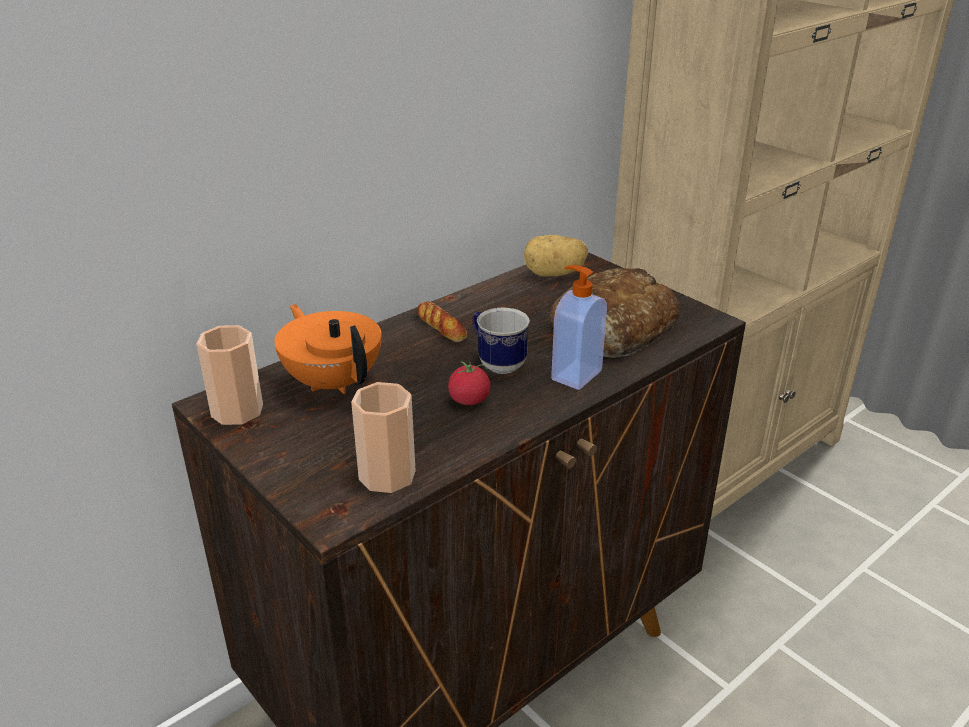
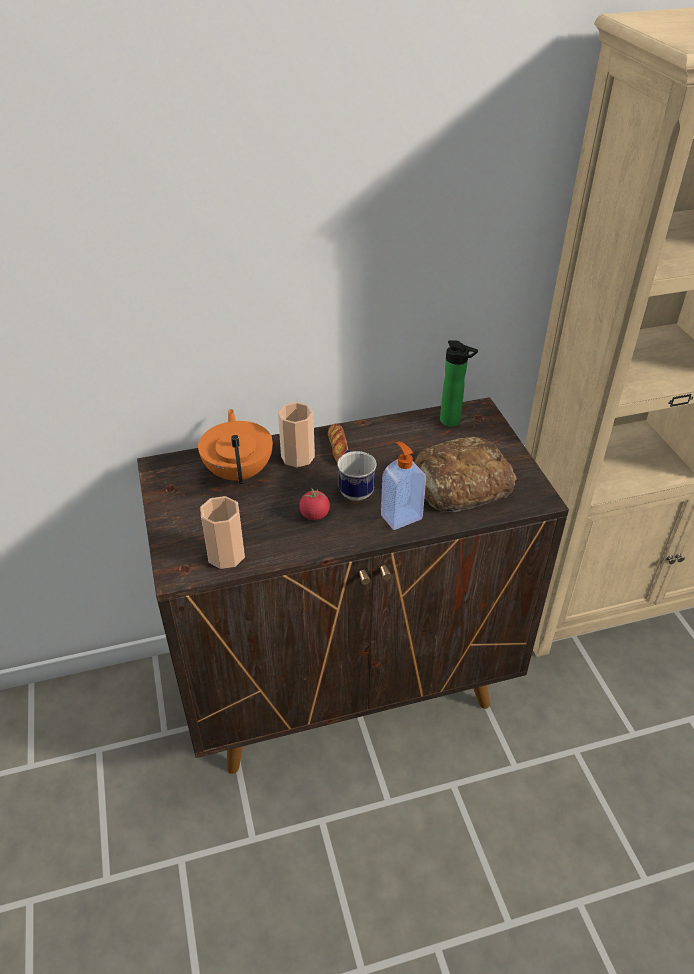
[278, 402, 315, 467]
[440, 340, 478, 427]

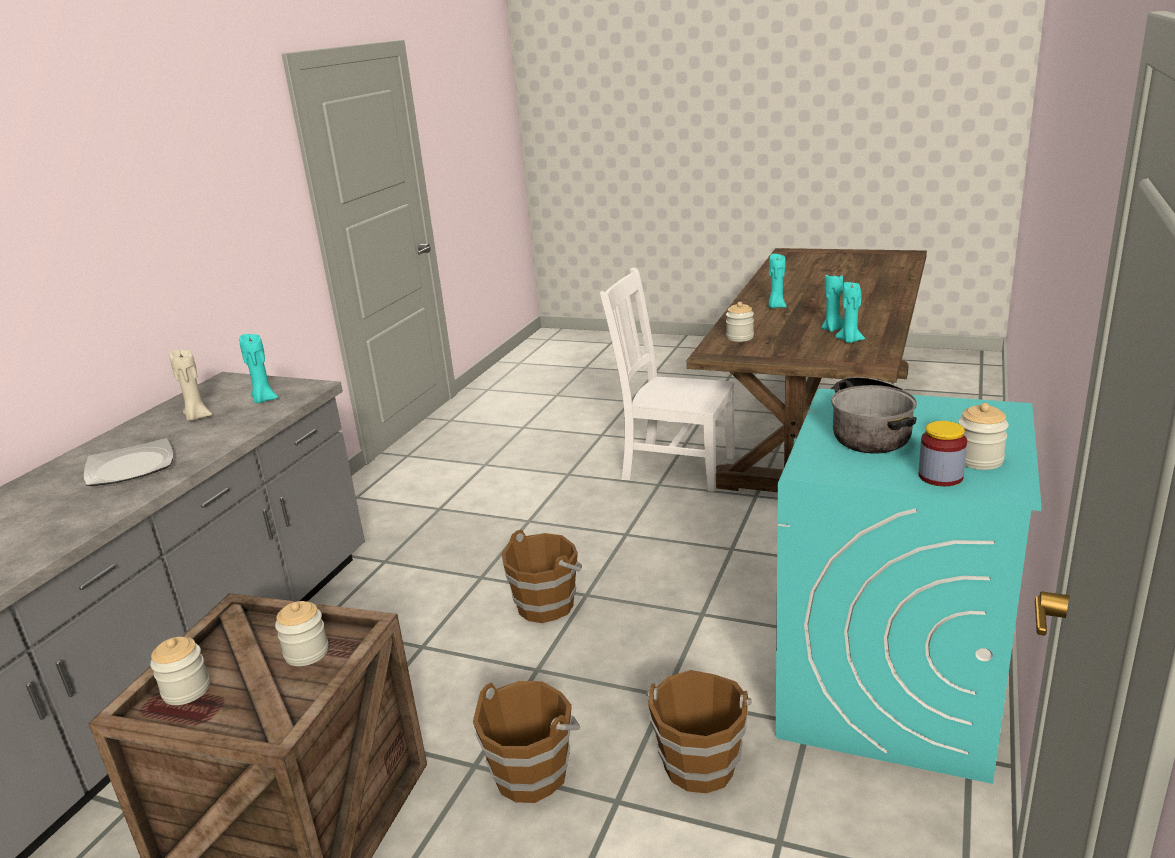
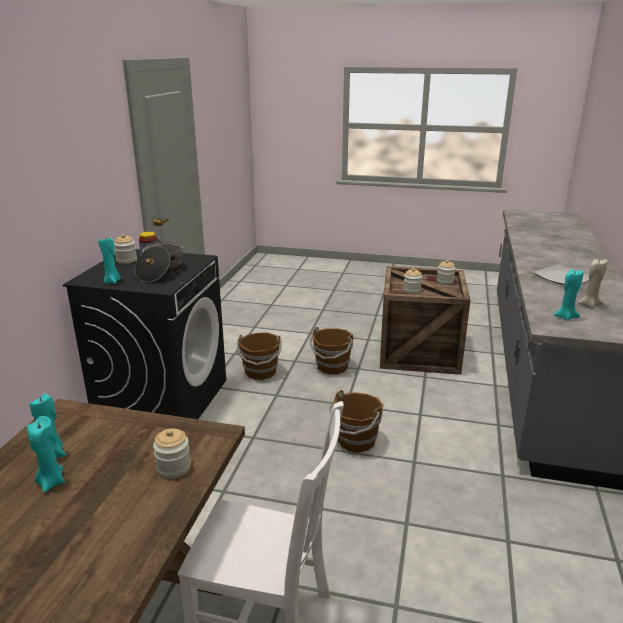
[63, 249, 226, 419]
[98, 237, 121, 284]

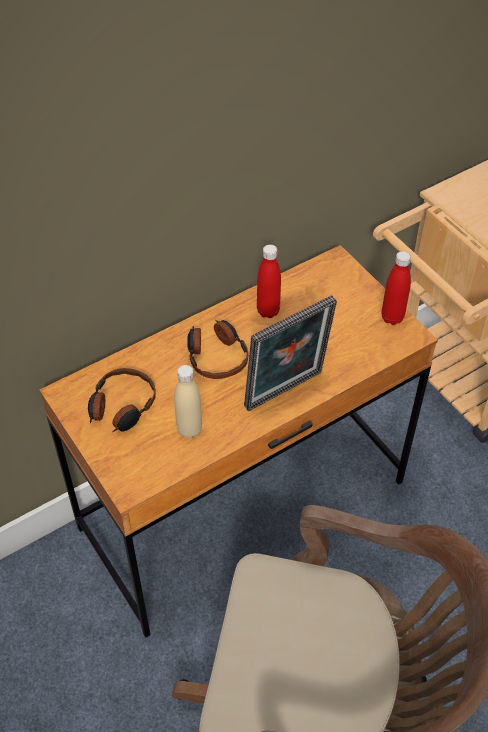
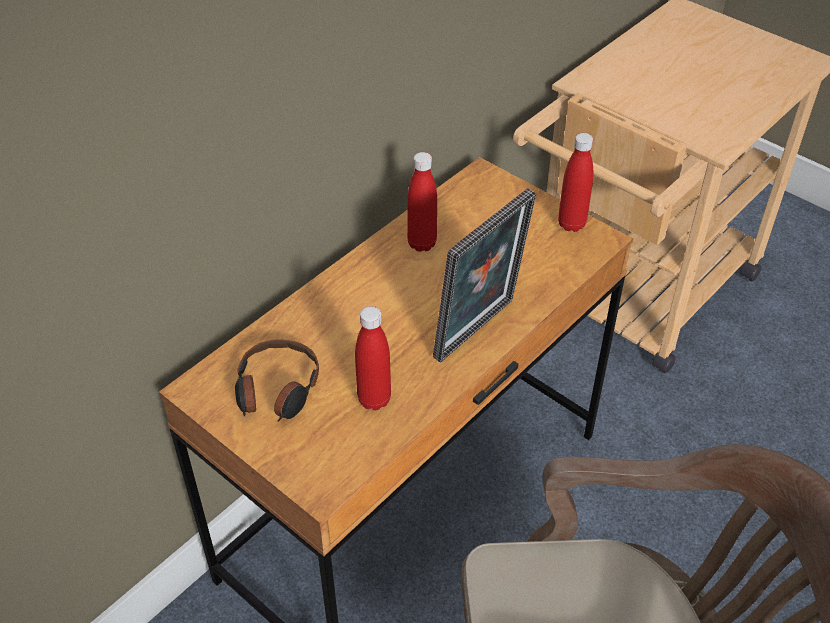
[355, 306, 391, 410]
[187, 320, 249, 379] (first image)

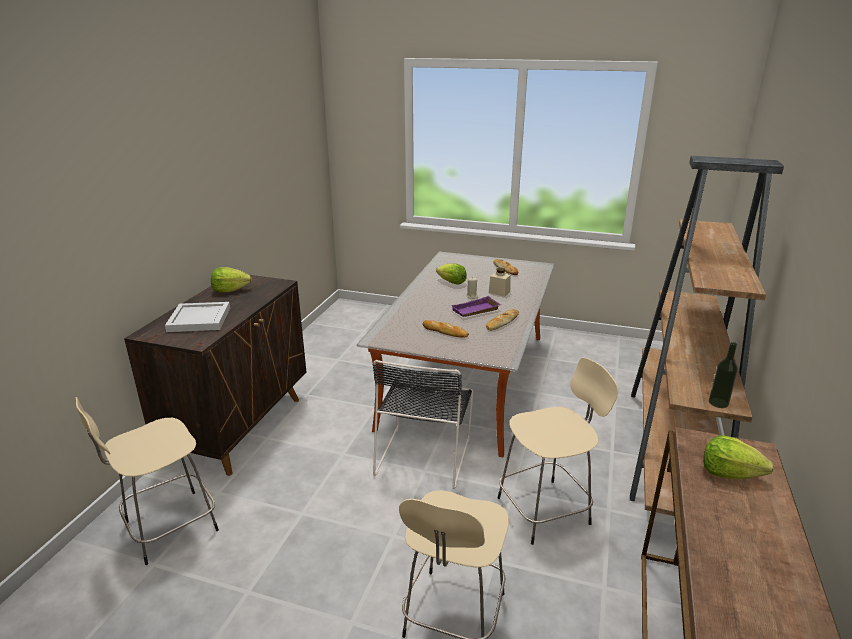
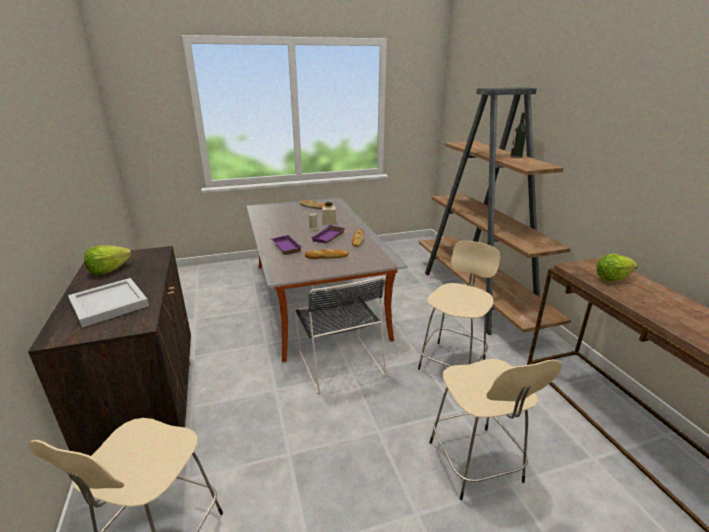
[270, 235, 303, 255]
[510, 112, 527, 158]
[436, 263, 467, 285] (first image)

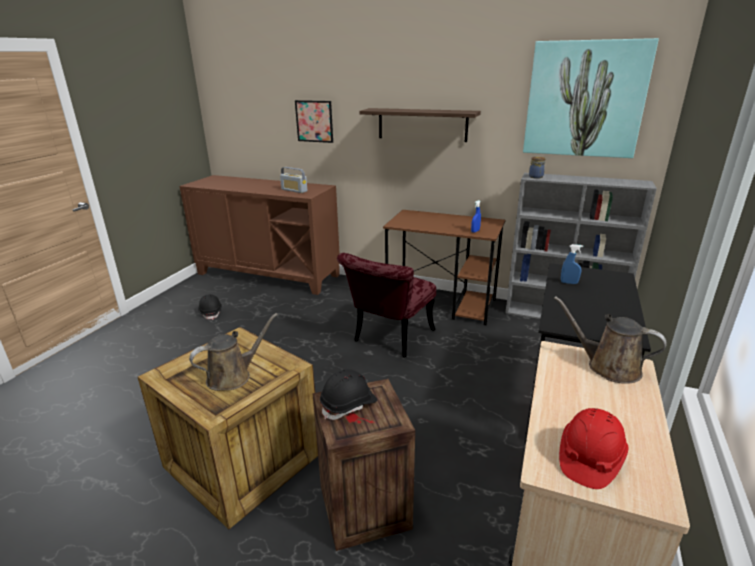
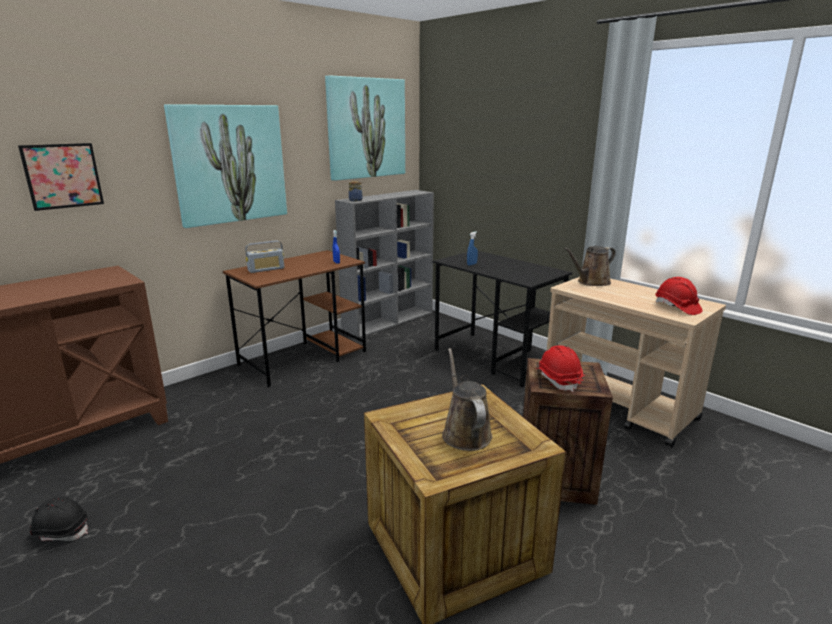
[164, 104, 287, 228]
[245, 241, 284, 273]
[536, 345, 583, 392]
[337, 253, 436, 358] (first image)

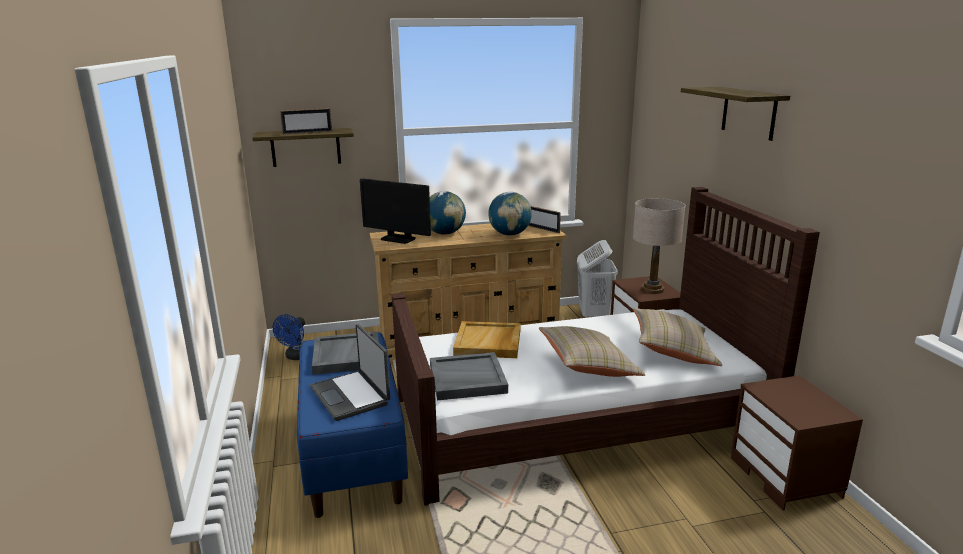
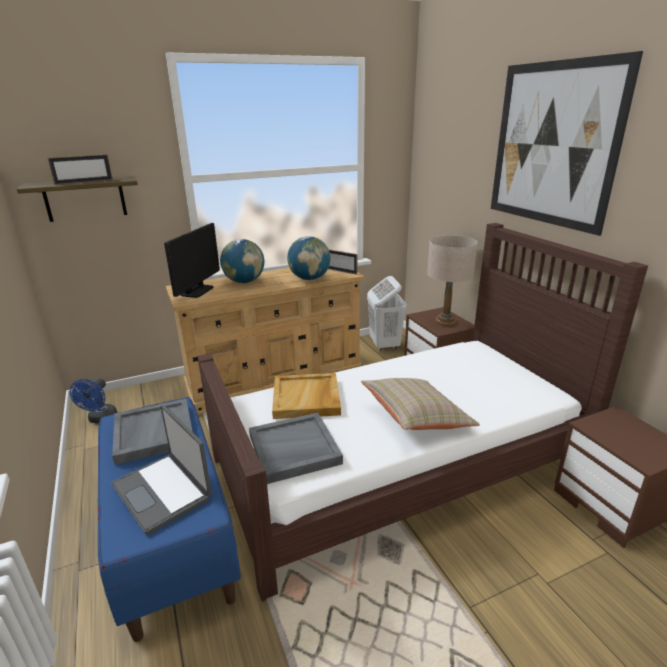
[164, 223, 220, 298]
[491, 51, 643, 236]
[633, 308, 722, 366] (first image)

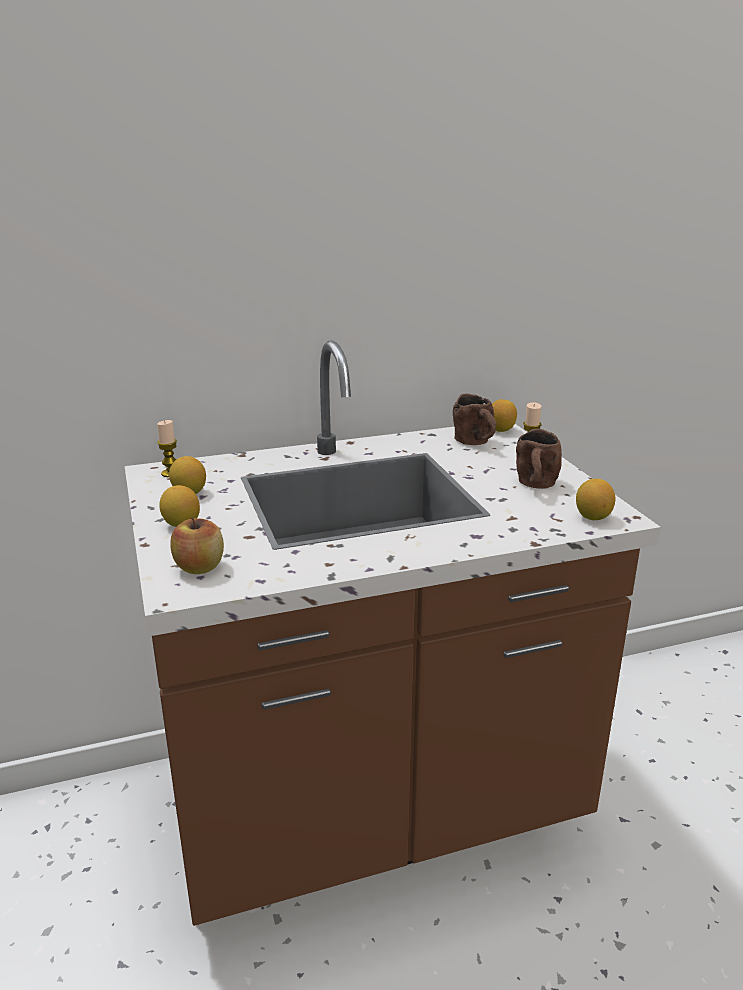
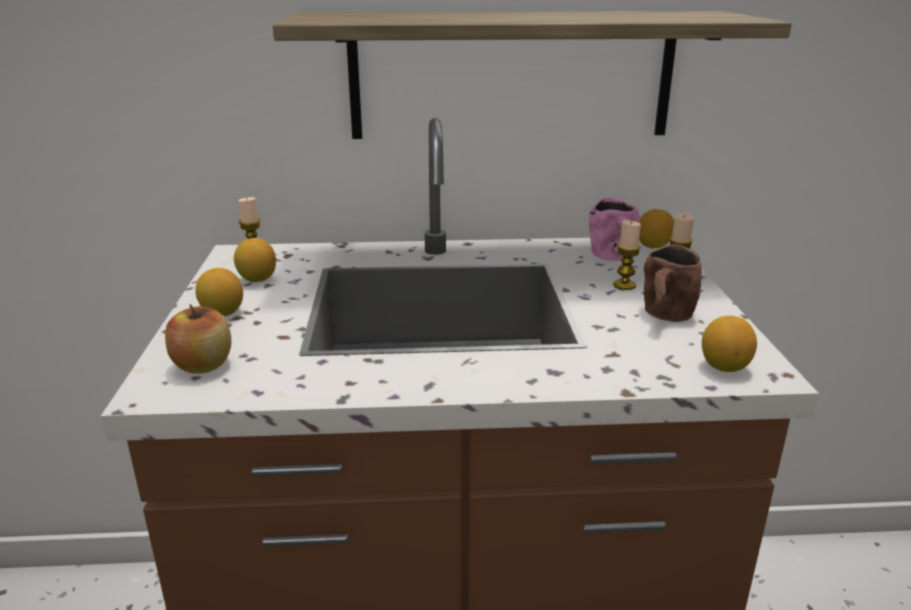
[273, 11, 792, 139]
[589, 198, 640, 261]
[613, 220, 641, 290]

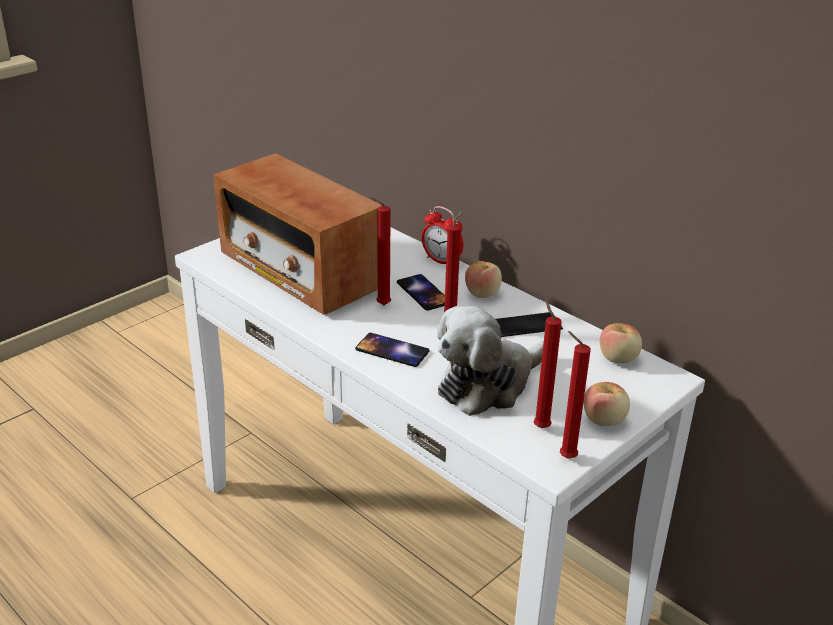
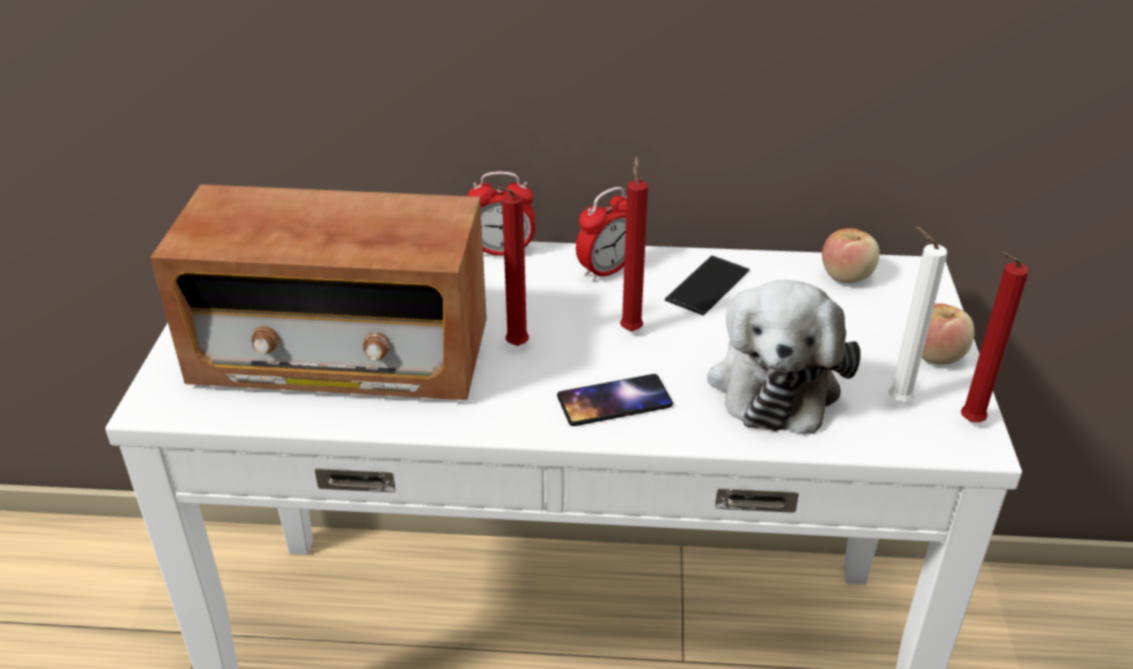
[576, 187, 627, 282]
[888, 226, 947, 402]
[397, 274, 445, 311] (first image)

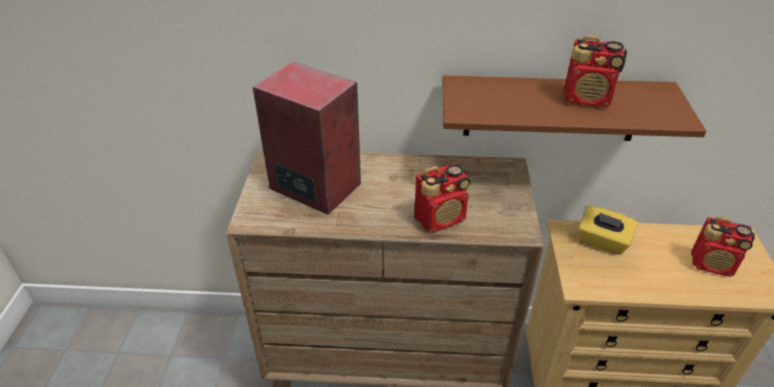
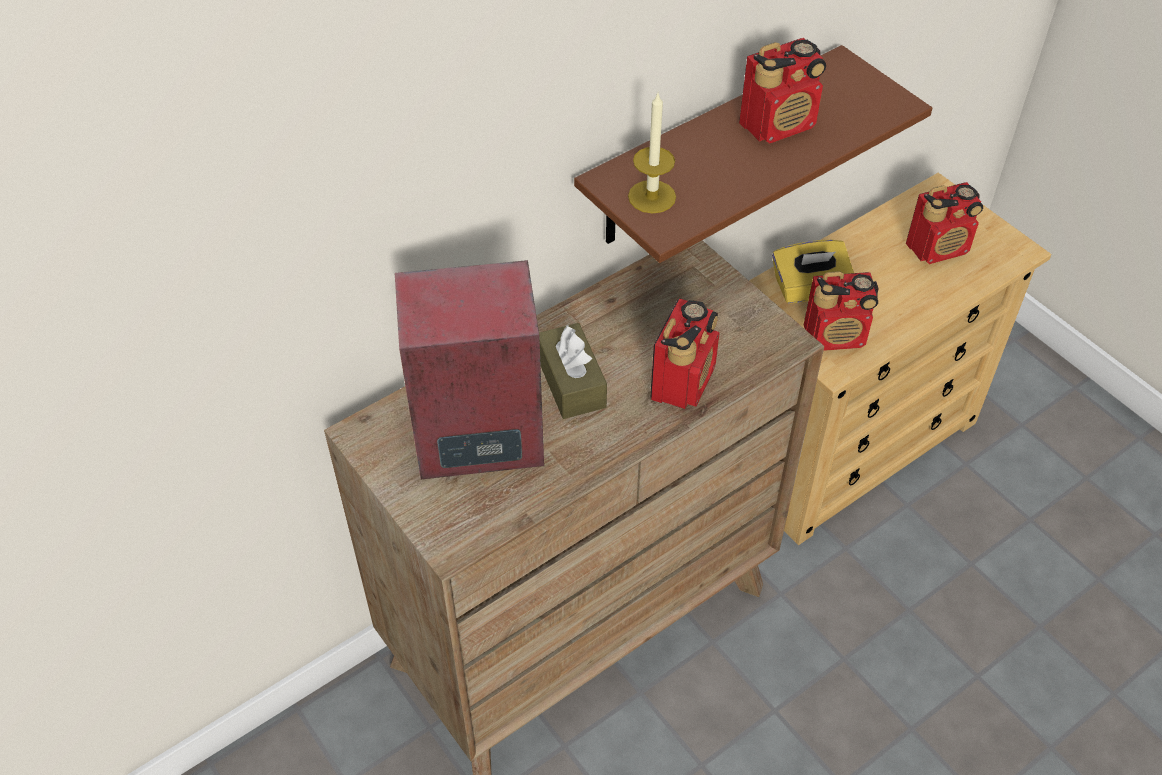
[539, 323, 607, 419]
[628, 93, 676, 214]
[804, 271, 878, 351]

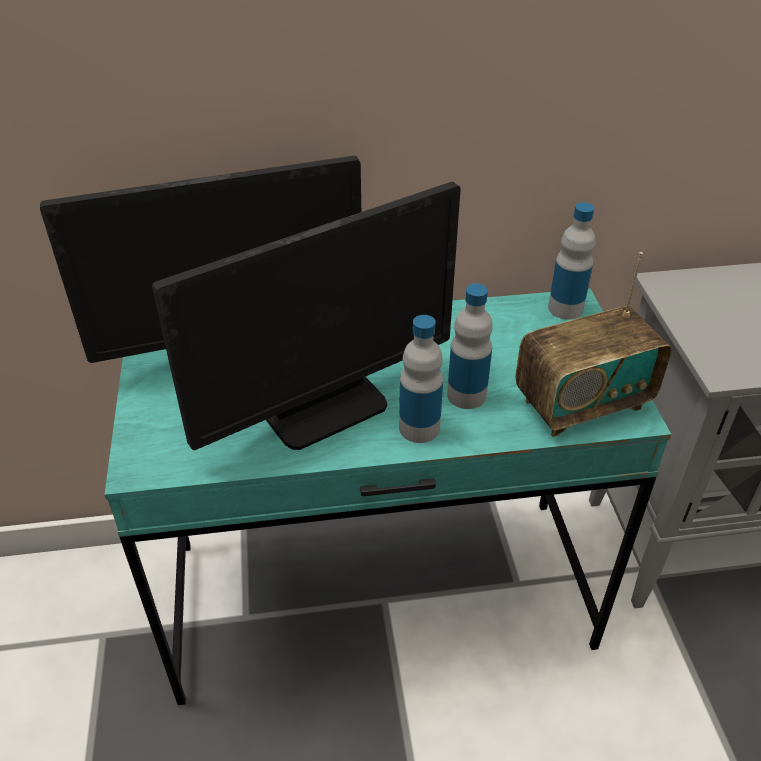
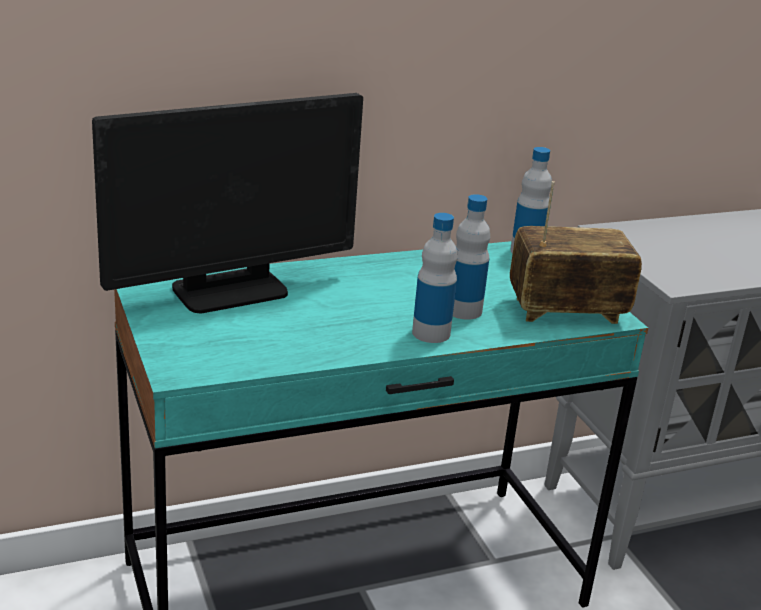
[510, 181, 642, 324]
[152, 182, 461, 450] (first image)

